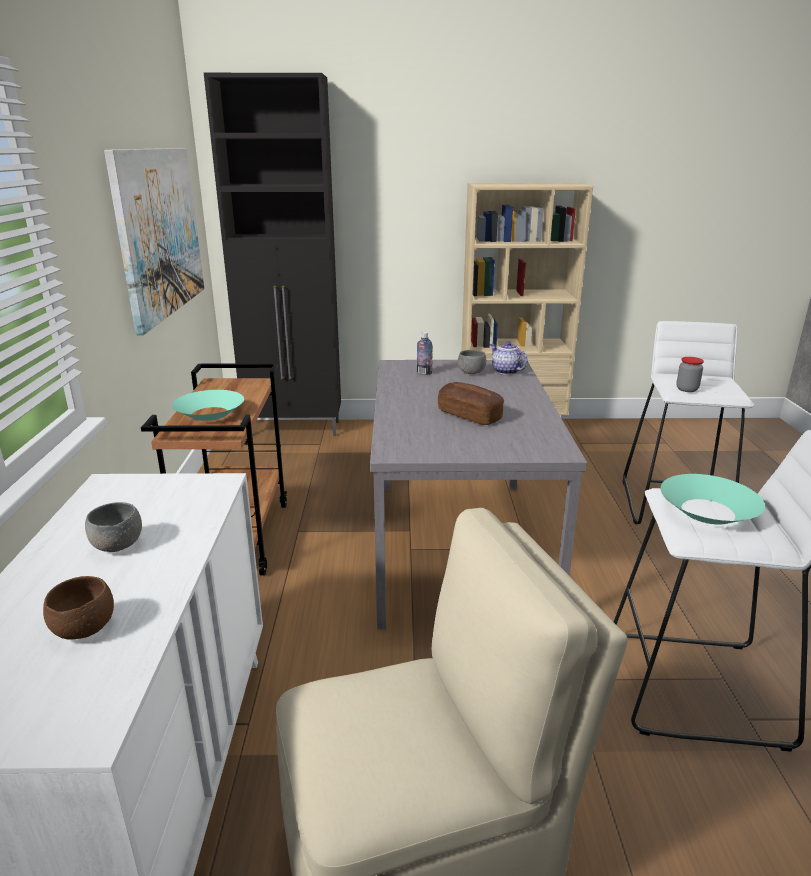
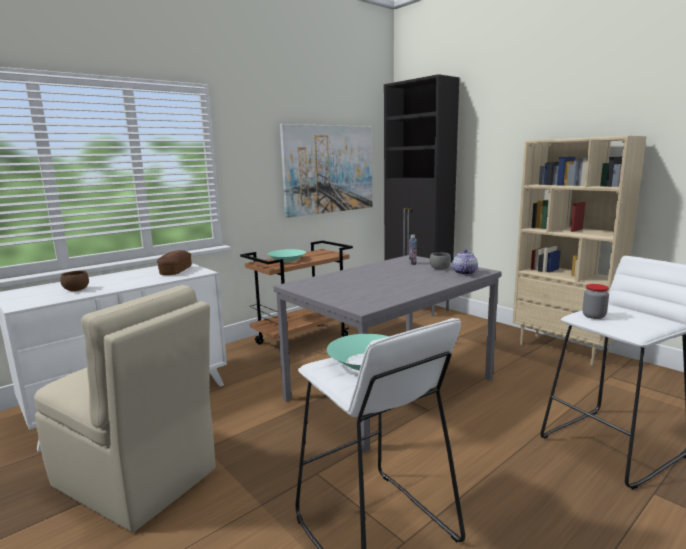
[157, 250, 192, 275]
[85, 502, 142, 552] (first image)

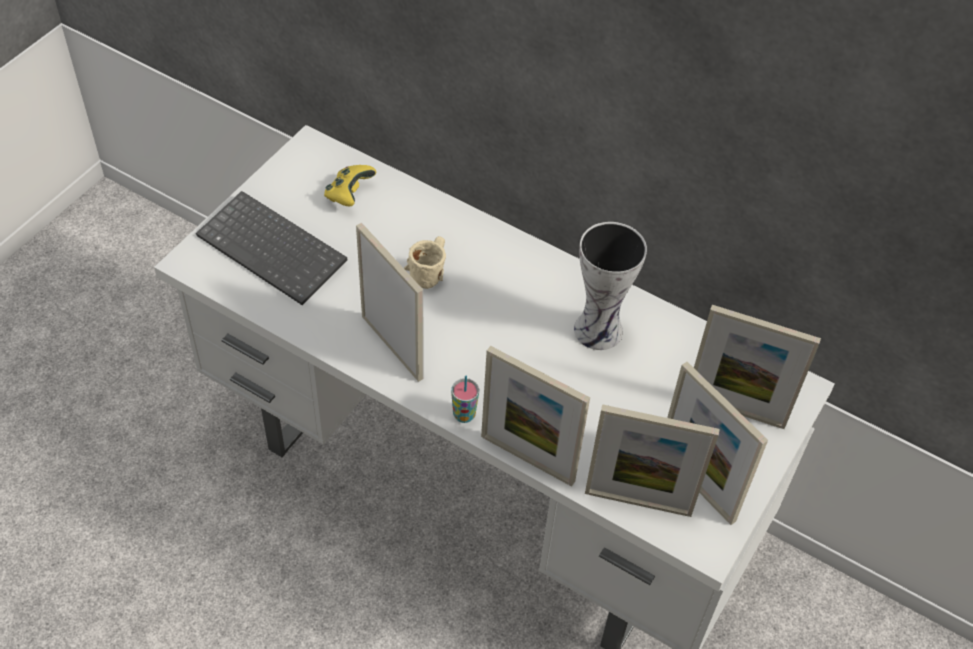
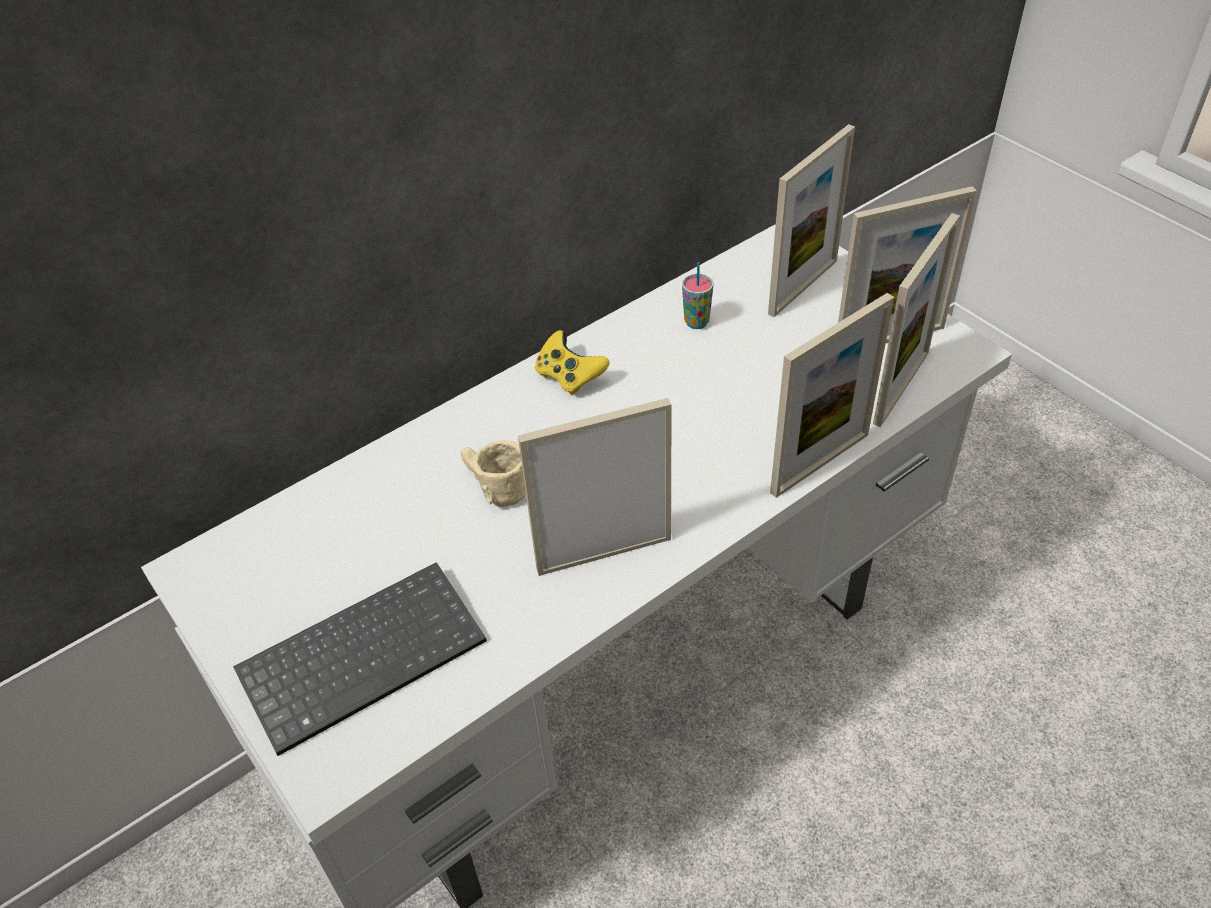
[535, 330, 610, 395]
[682, 262, 714, 329]
[574, 222, 647, 350] (first image)

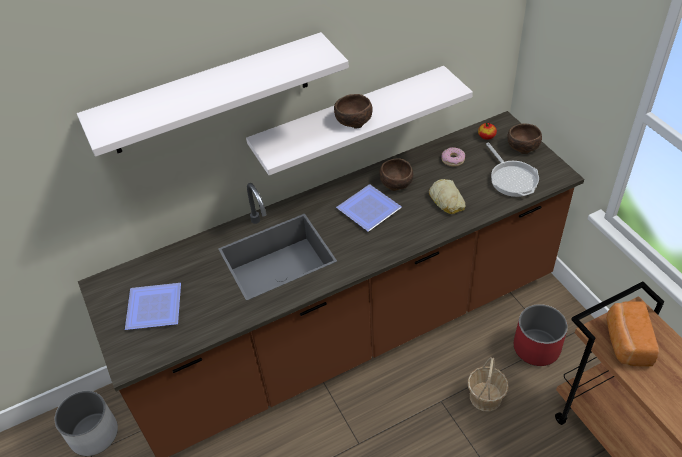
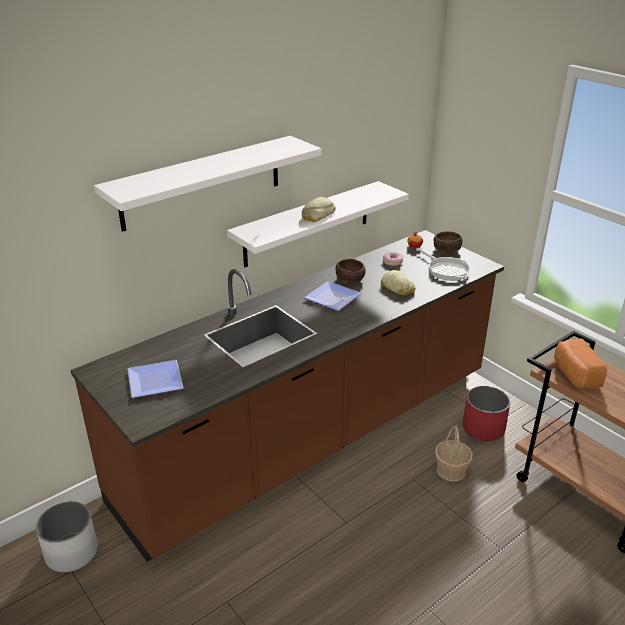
[302, 197, 335, 222]

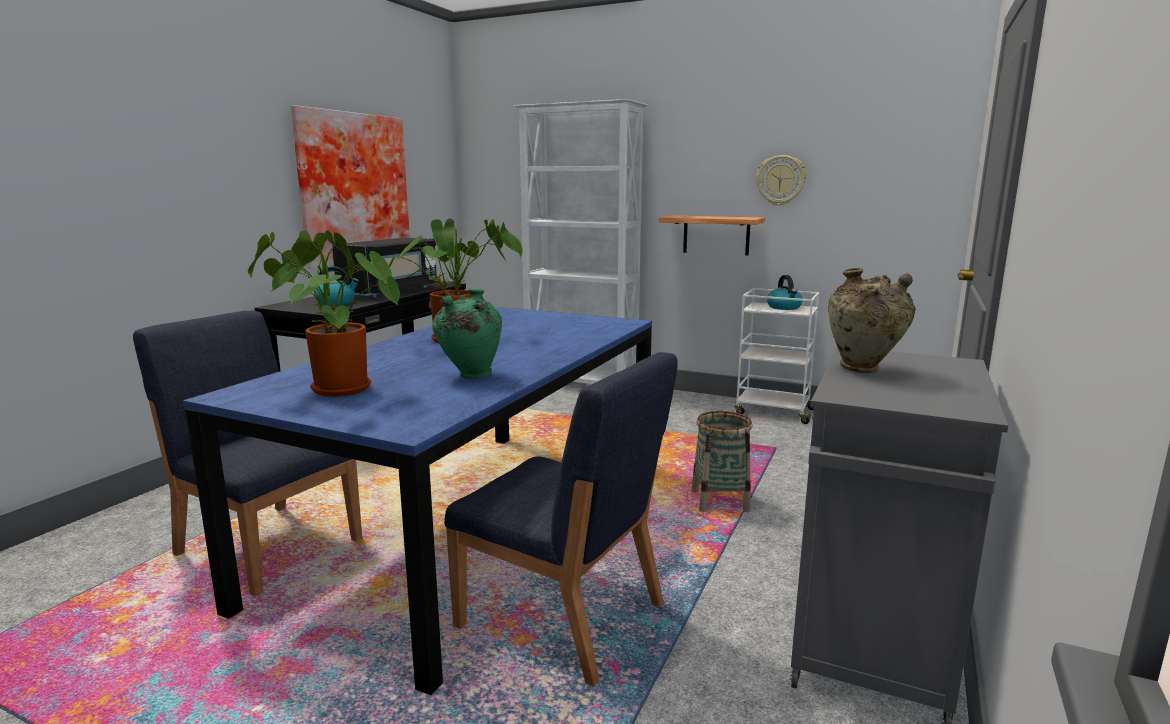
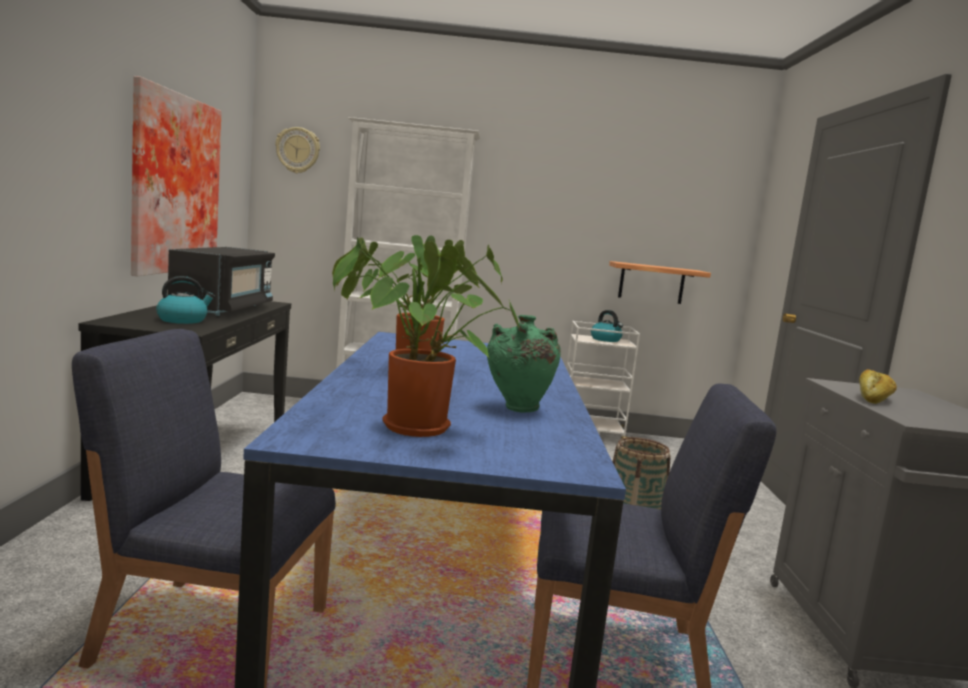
[275, 127, 320, 173]
[609, 261, 711, 304]
[859, 369, 897, 404]

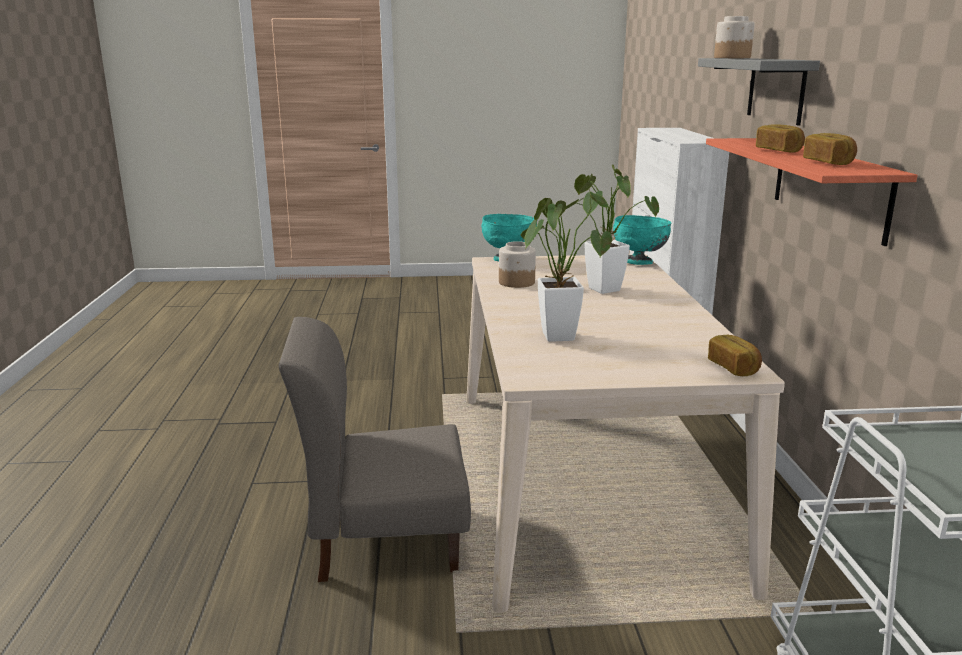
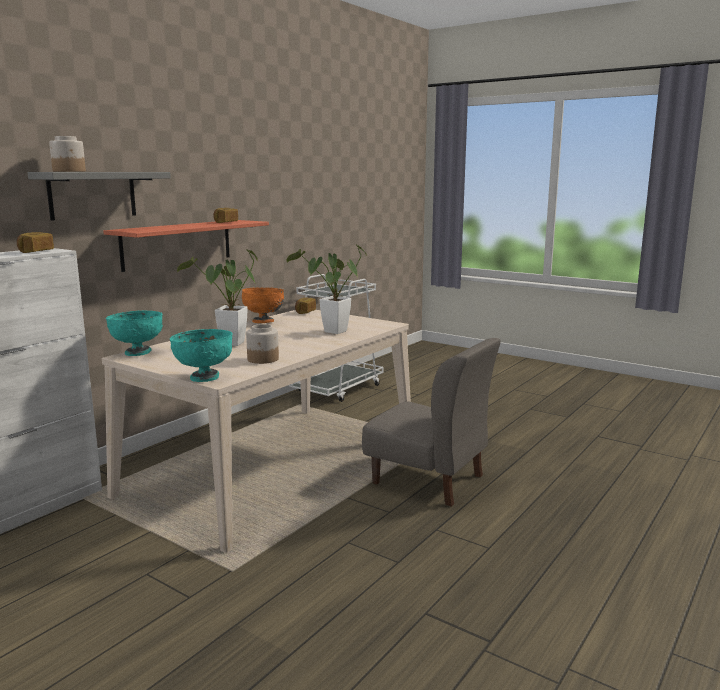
[17, 232, 54, 253]
[242, 287, 284, 323]

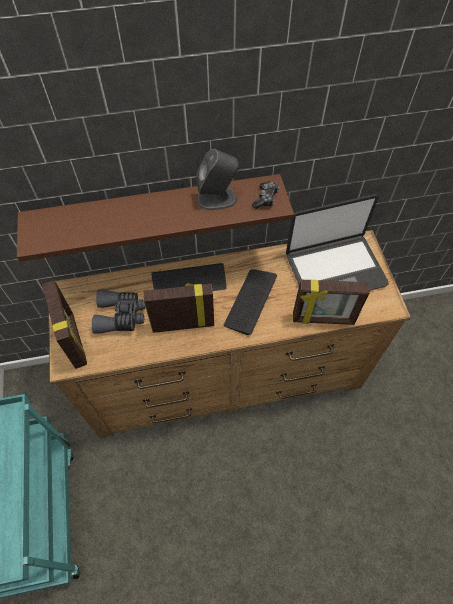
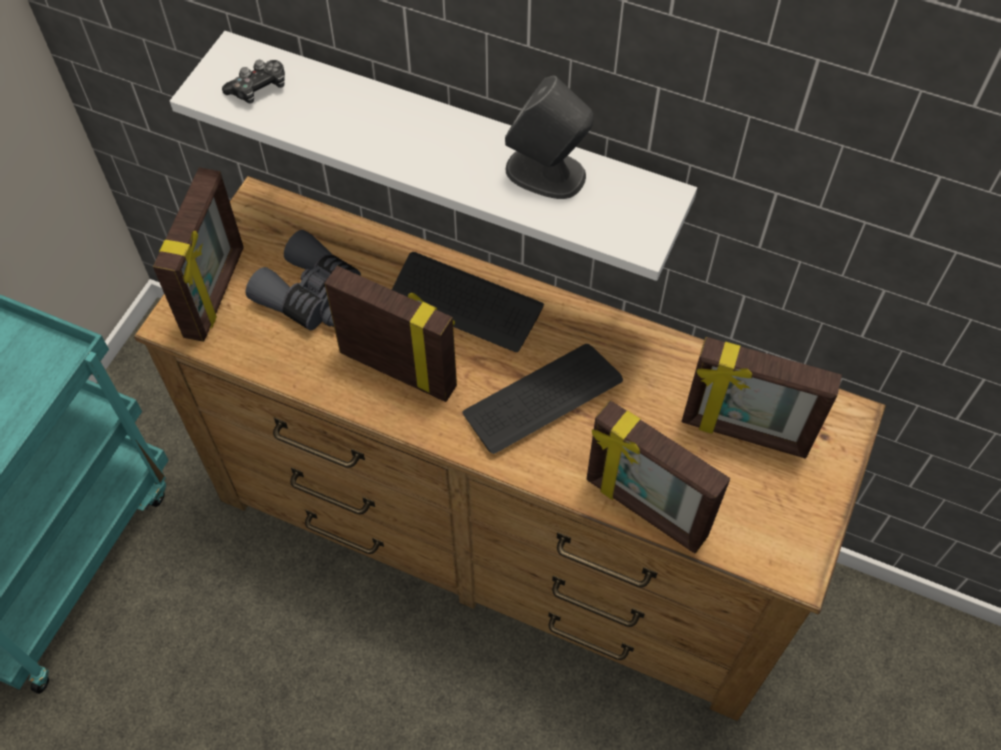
[170, 31, 697, 281]
[222, 60, 285, 103]
[682, 337, 842, 459]

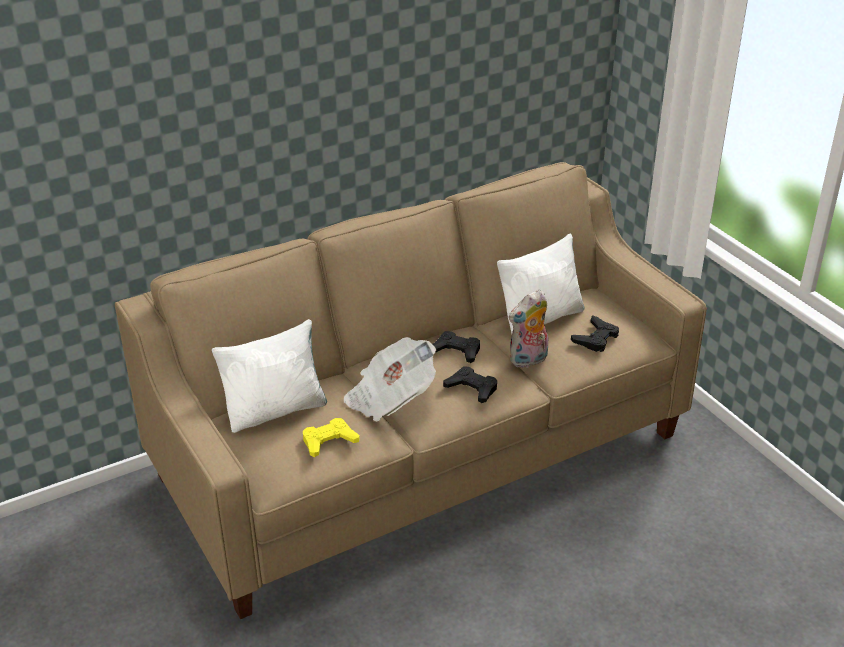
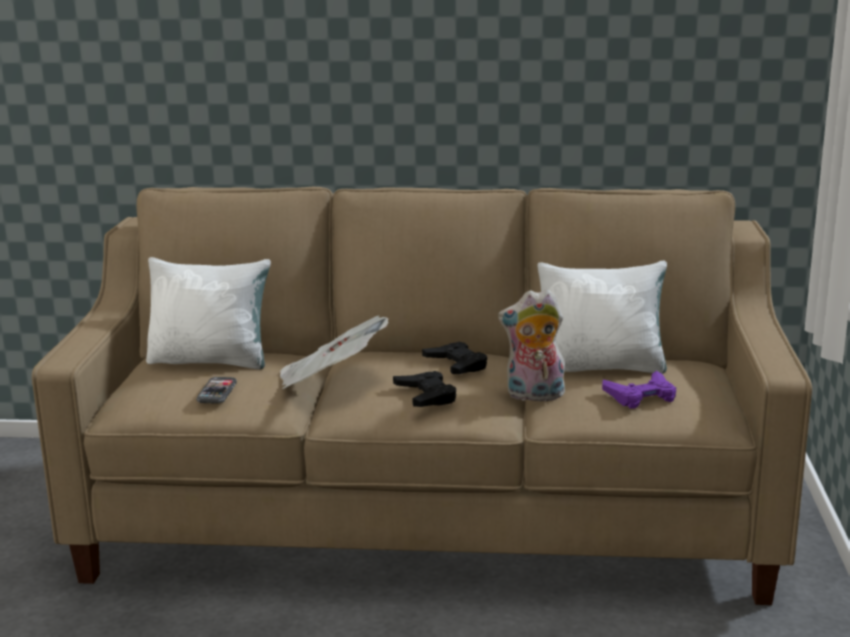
[196, 377, 237, 404]
[602, 371, 676, 409]

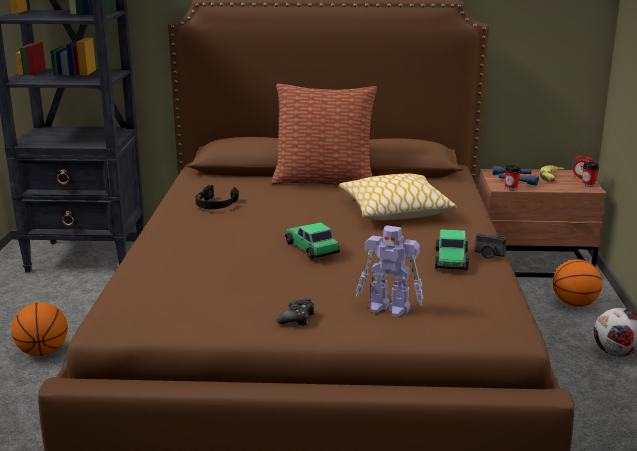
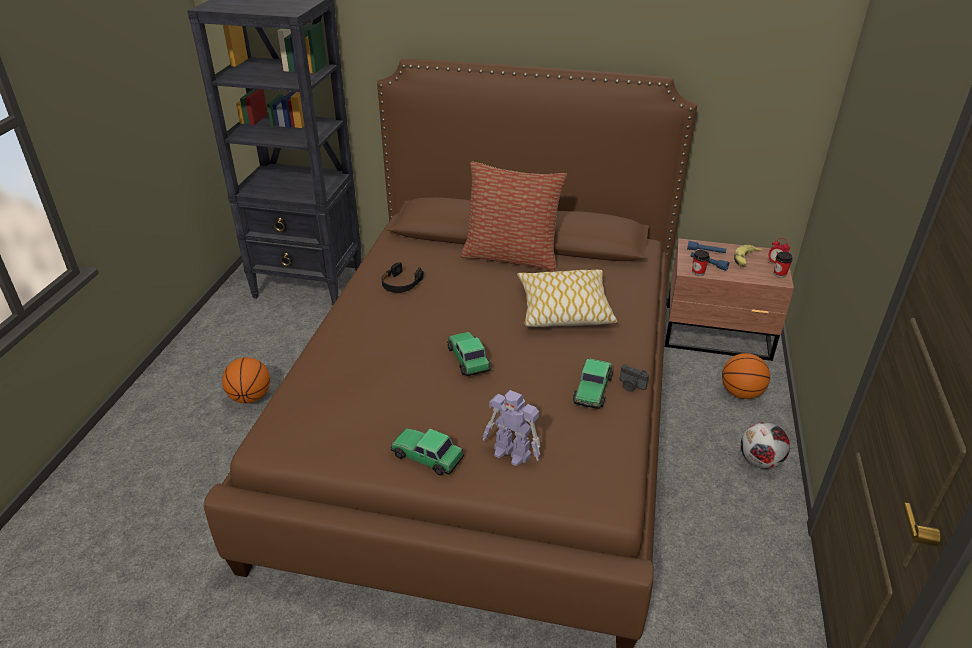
[390, 428, 464, 475]

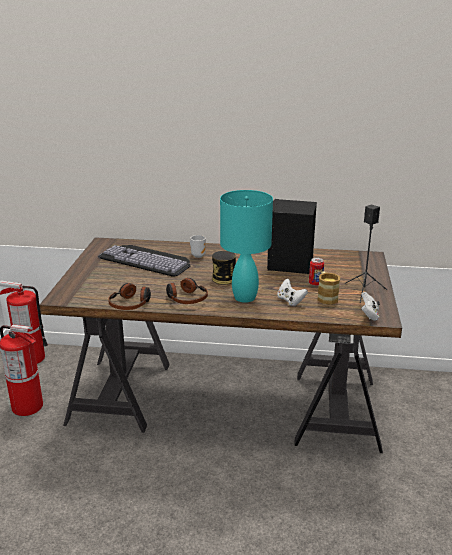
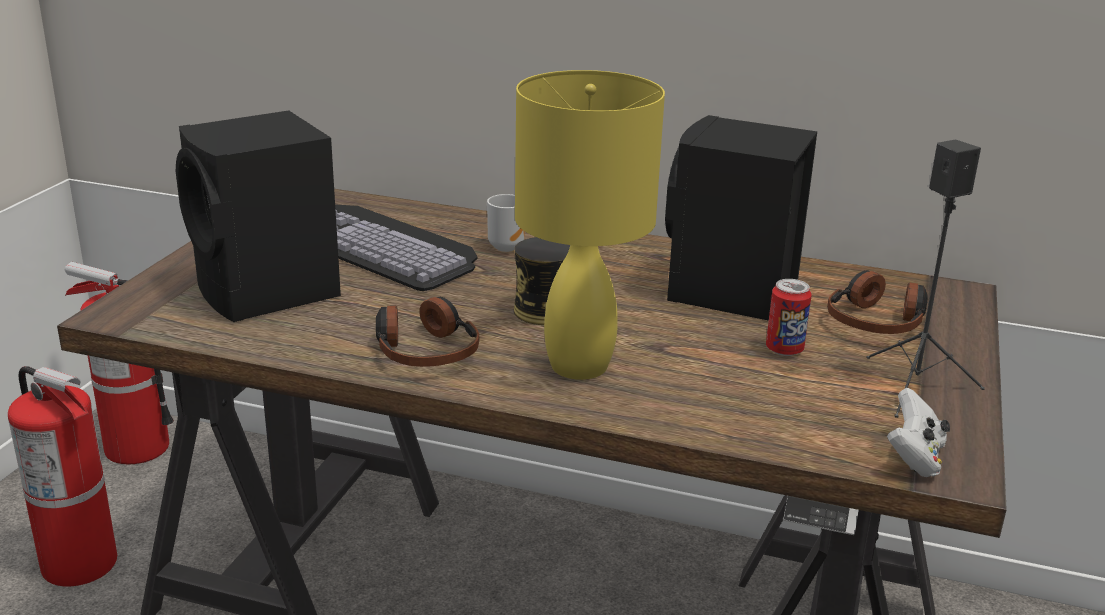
[176, 110, 341, 322]
[515, 70, 665, 380]
[827, 270, 928, 334]
[277, 279, 308, 306] (first image)
[317, 271, 340, 305] (first image)

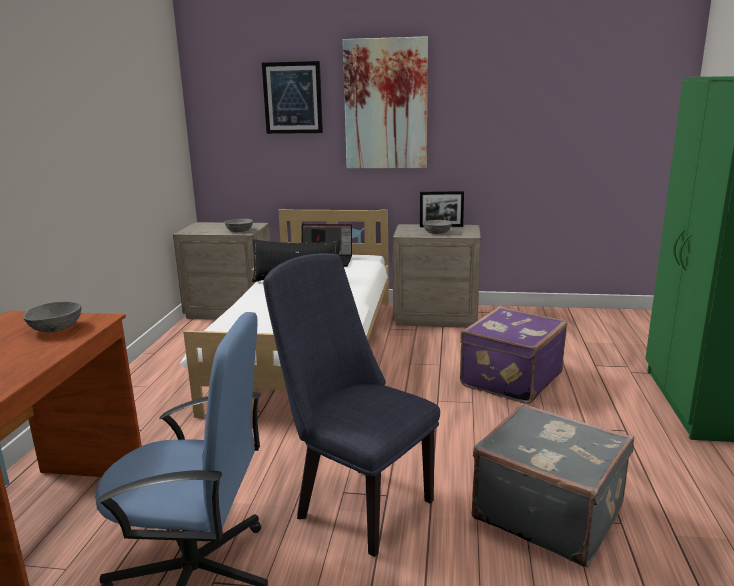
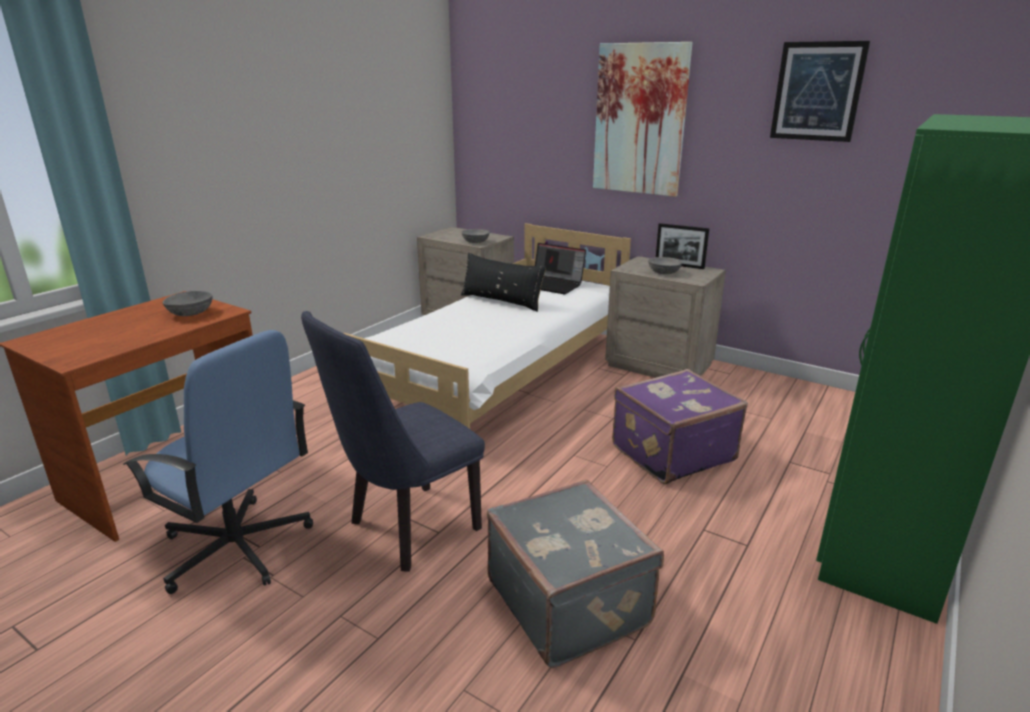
[301, 311, 485, 572]
[770, 41, 870, 142]

